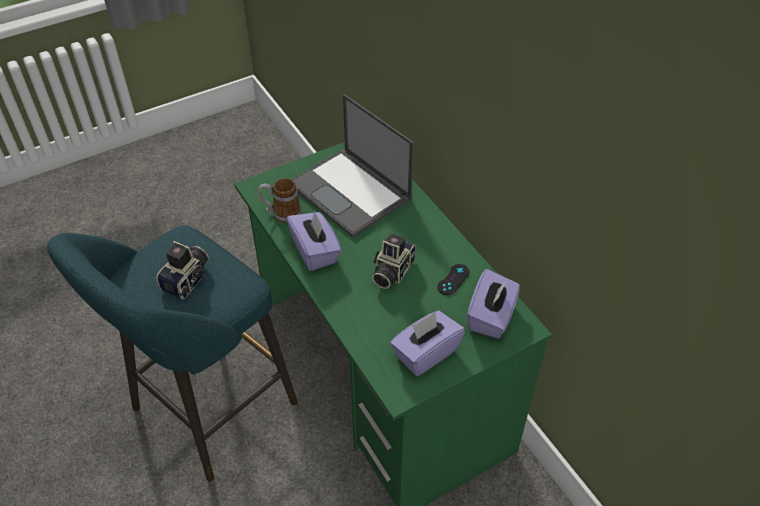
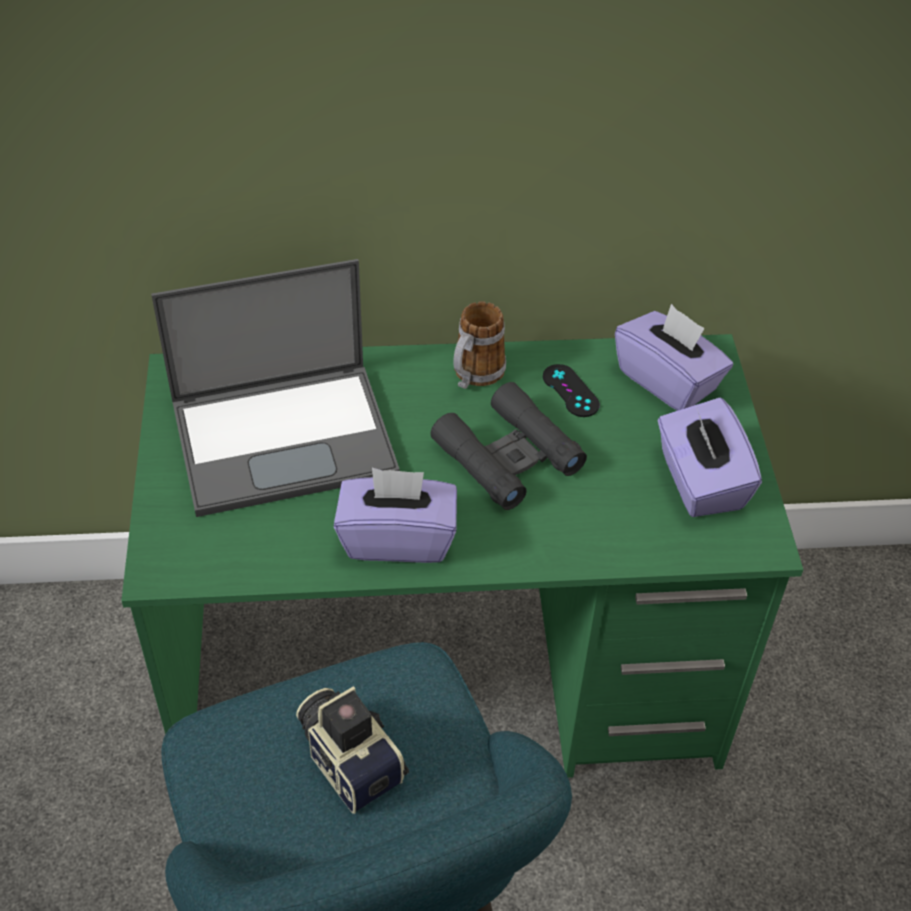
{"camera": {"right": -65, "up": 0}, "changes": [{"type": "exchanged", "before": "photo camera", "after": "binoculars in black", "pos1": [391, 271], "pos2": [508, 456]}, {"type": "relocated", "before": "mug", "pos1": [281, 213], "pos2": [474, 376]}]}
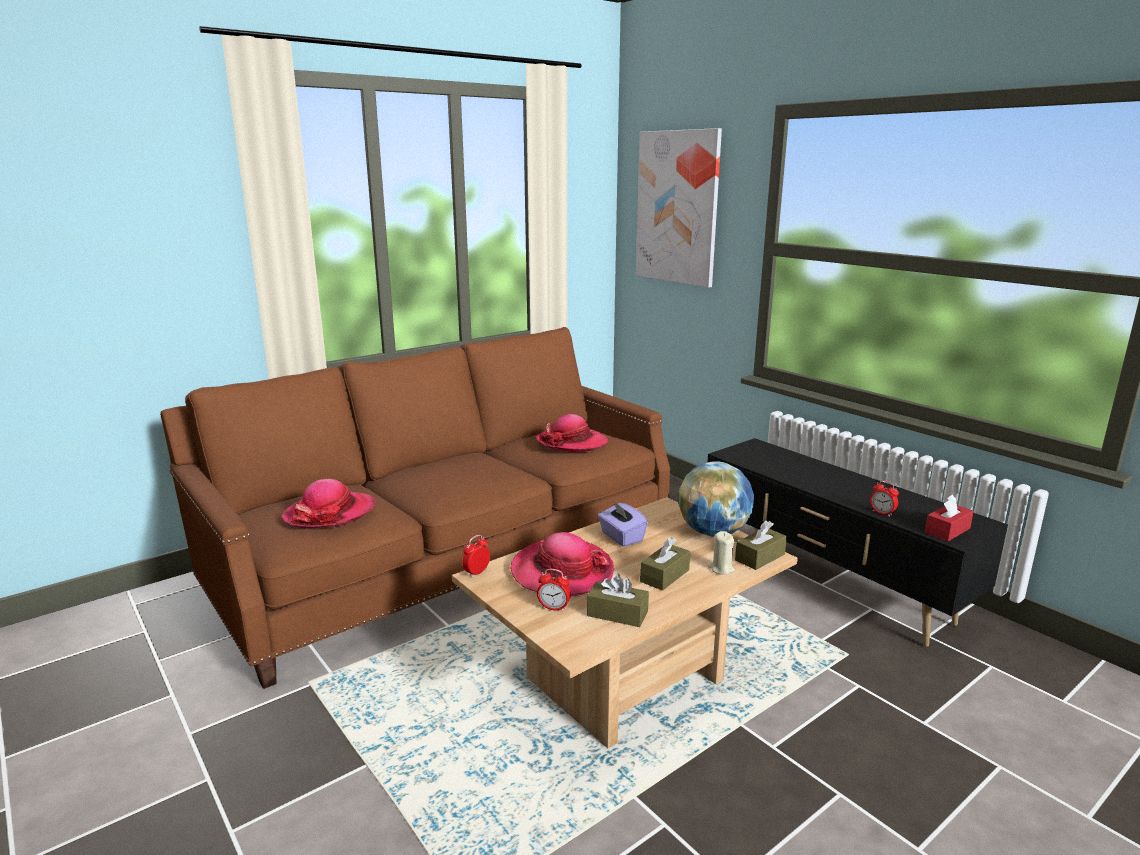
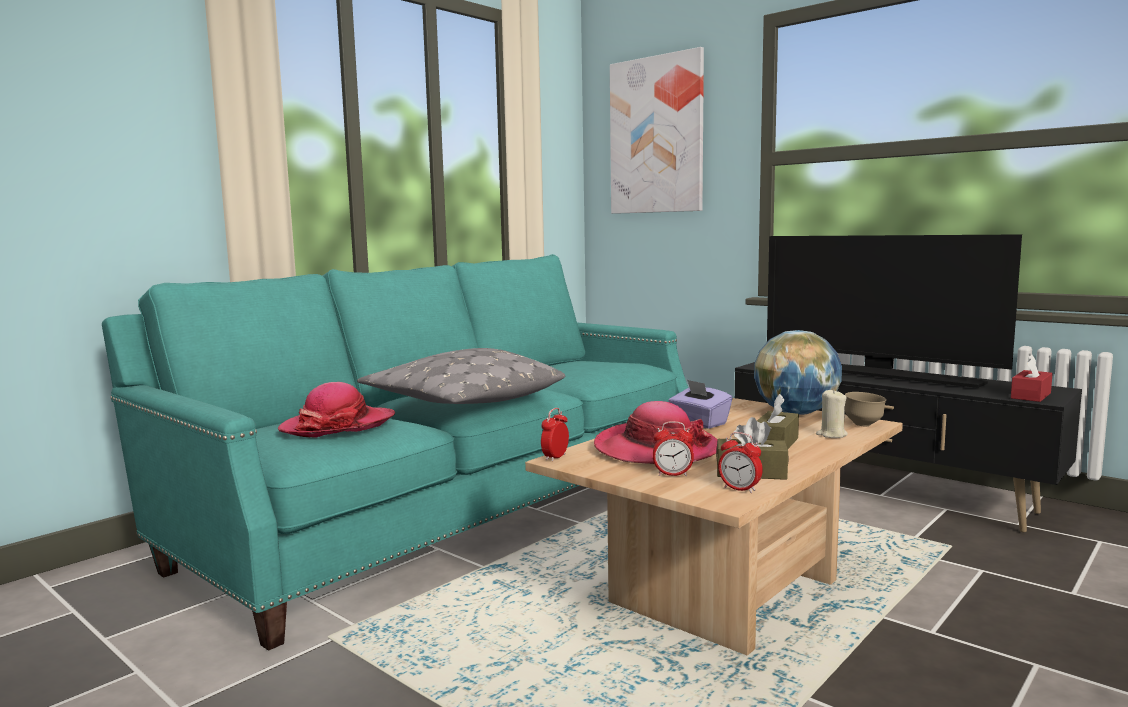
{"camera": {"right": -10, "up": -10}, "changes": [{"type": "colour", "before": "sofa in brown", "after": "sofa in turquoise", "pos1": [448, 558], "pos2": [452, 510]}, {"type": "appeared", "after": "pillow in grey", "pos2": [461, 403]}, {"type": "relocated", "before": "alarm clock", "pos1": [882, 513], "pos2": [740, 489]}, {"type": "appeared", "after": "television", "pos2": [879, 375]}, {"type": "exchanged", "before": "tissue box in brown", "after": "bowl in brown", "pos1": [760, 557], "pos2": [864, 425]}, {"type": "missing", "before": "hat", "pos1": [572, 443]}]}
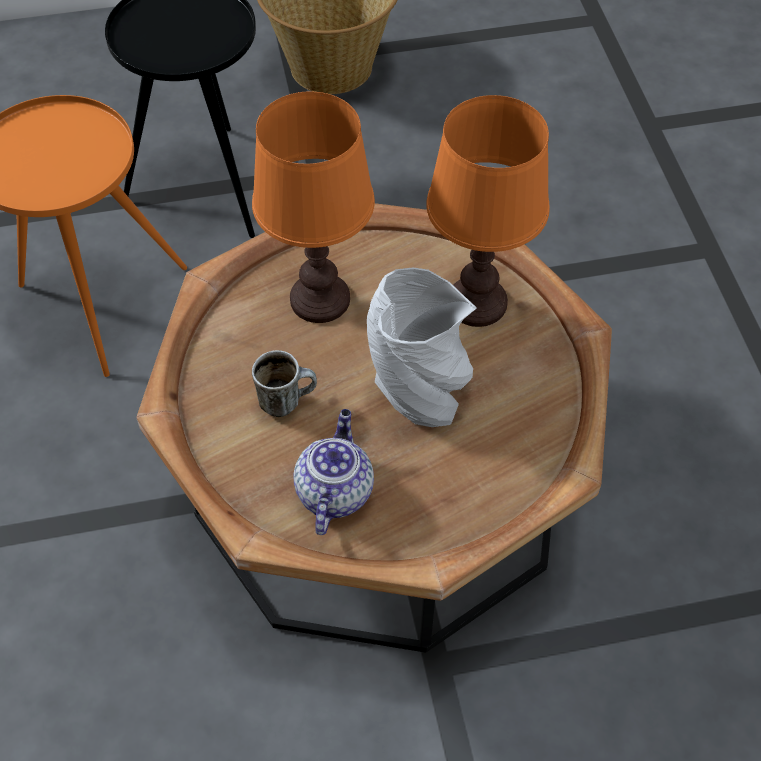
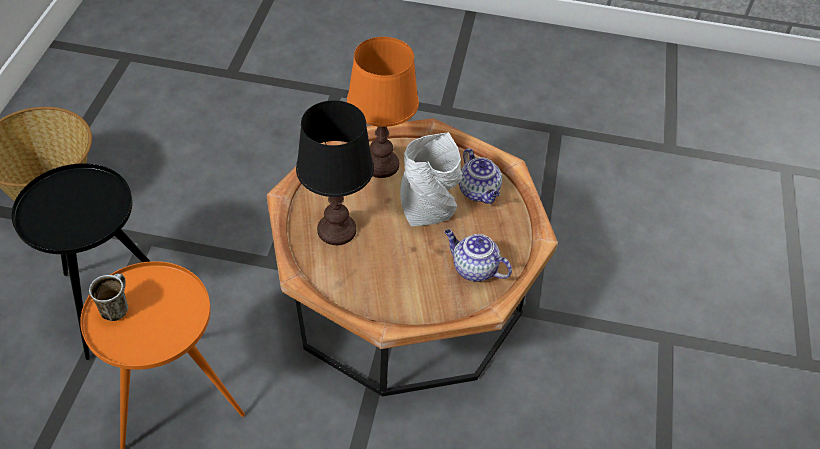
{"camera": {"right": -70, "up": -5}, "changes": [{"type": "relocated", "before": "mug", "pos1": [287, 400], "pos2": [116, 307]}, {"type": "colour", "before": "table lamp in orange", "after": "table lamp in black", "pos1": [321, 299], "pos2": [337, 229]}, {"type": "appeared", "after": "teapot", "pos2": [479, 192]}]}
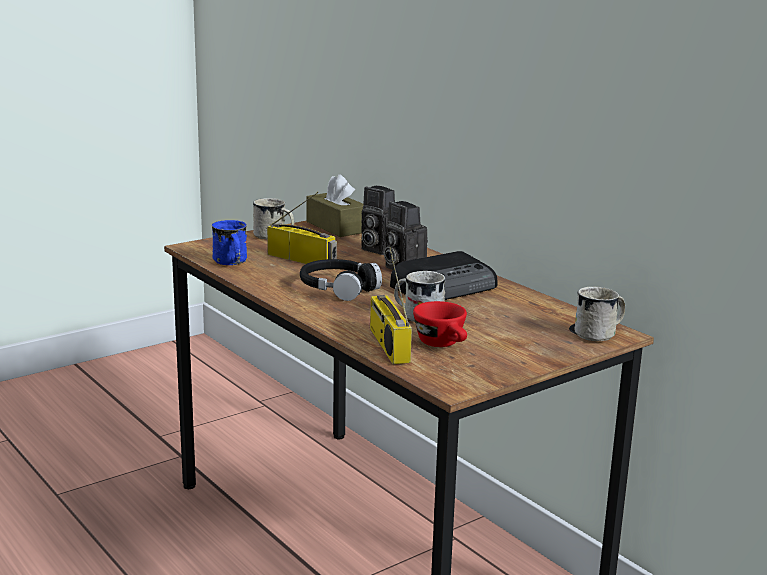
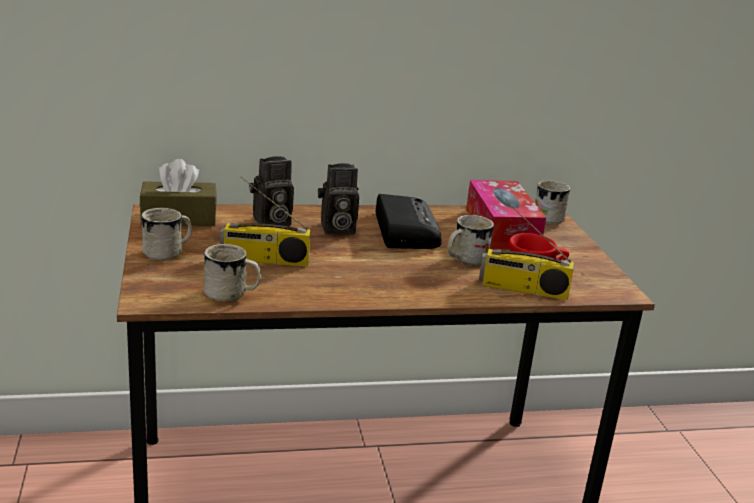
{"camera": {"right": -65, "up": 5}, "changes": [{"type": "colour", "before": "mug in blue", "after": "mug in white", "pos1": [231, 262], "pos2": [232, 294]}, {"type": "spun", "before": "radio", "pos1": [303, 260], "pos2": [264, 260], "turn": -150}, {"type": "appeared", "after": "tissue box", "pos2": [501, 229]}, {"type": "missing", "before": "headphones in black", "pos1": [338, 288]}]}
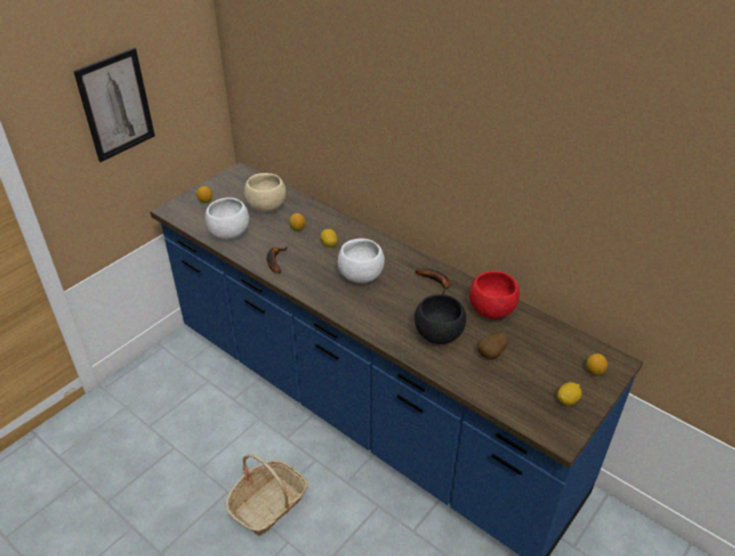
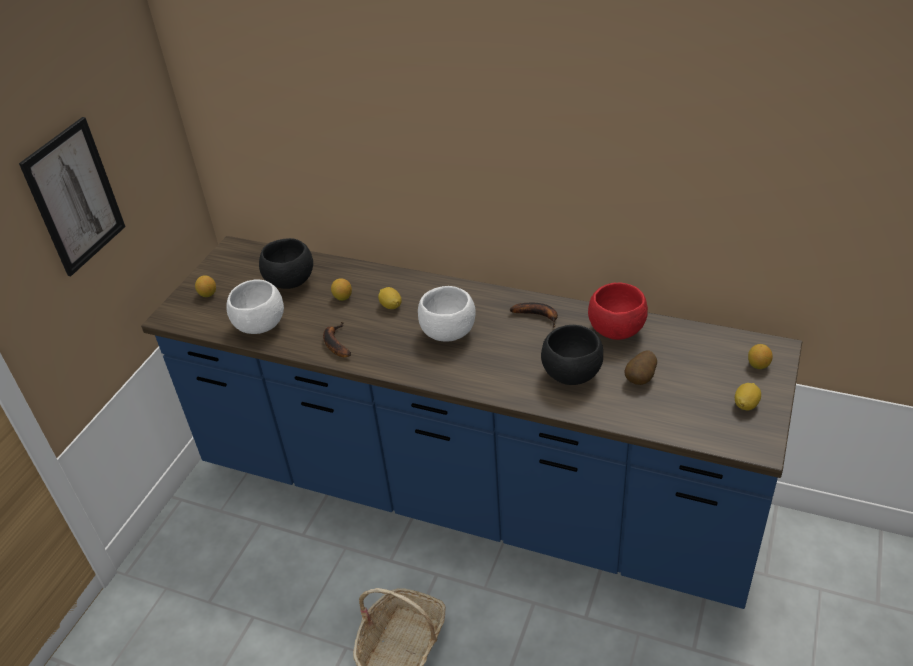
{"camera": {"right": -15, "up": 0}, "changes": [{"type": "colour", "before": "bowl in beige", "after": "bowl in black", "pos1": [267, 207], "pos2": [291, 282]}]}
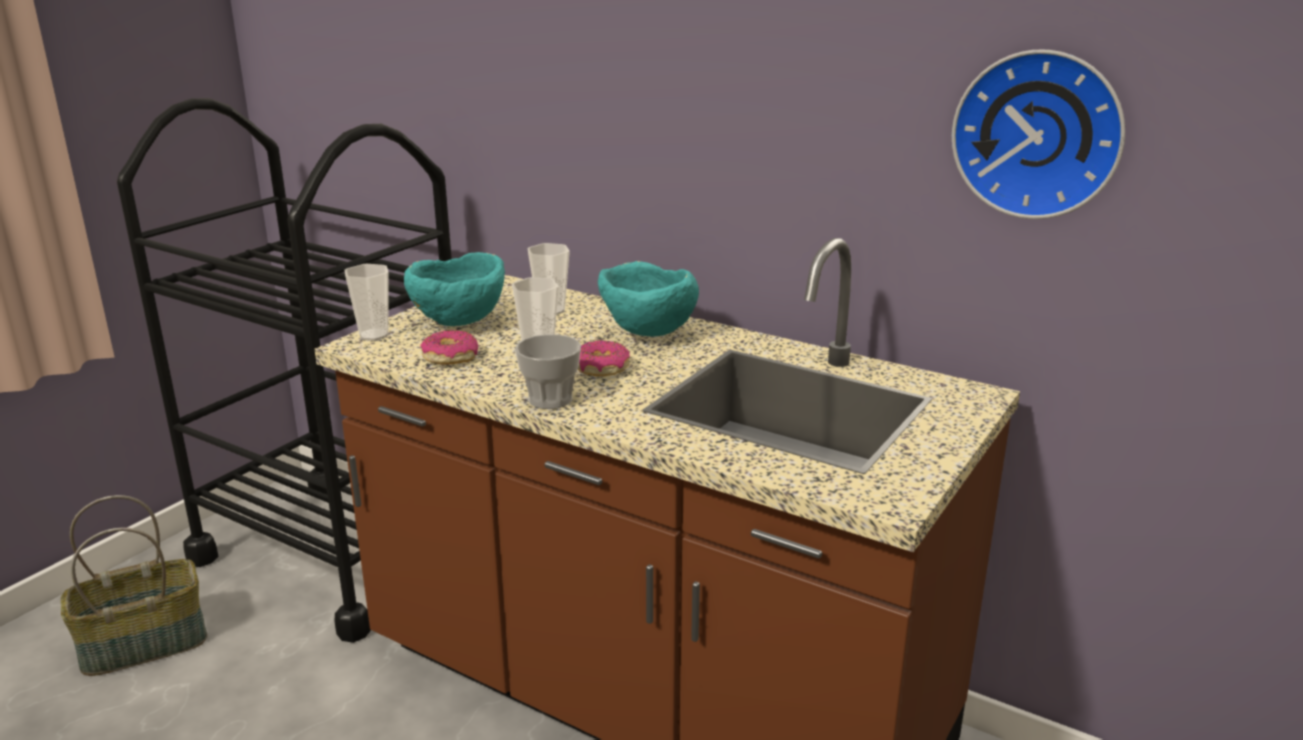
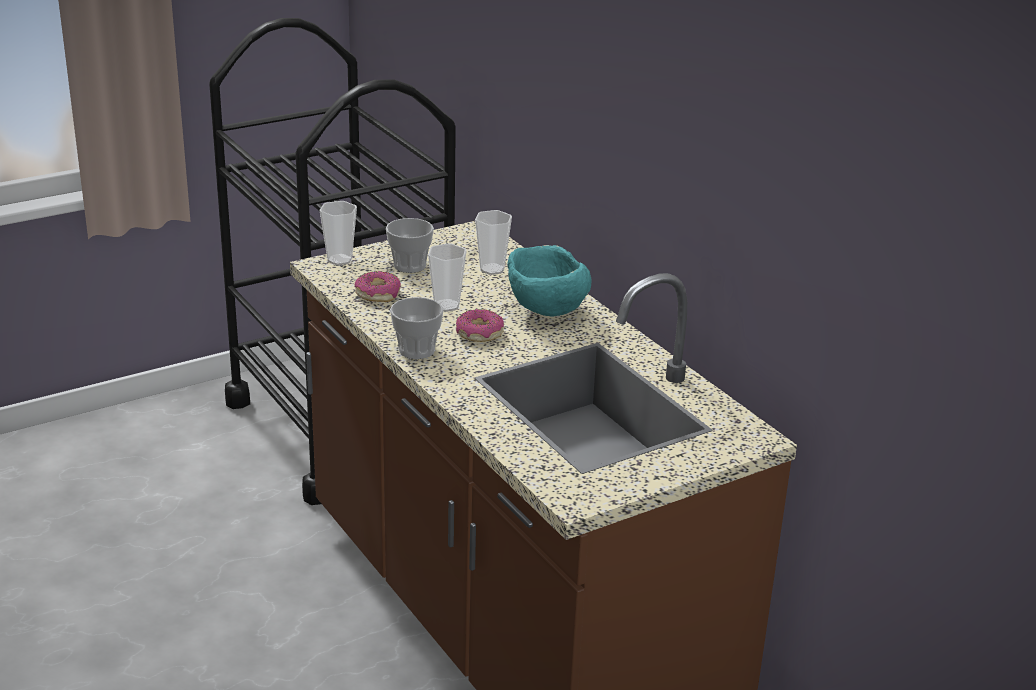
{"camera": {"right": 25, "up": 5}, "changes": [{"type": "exchanged", "before": "bowl in turquoise", "after": "cup", "pos1": [459, 325], "pos2": [409, 266]}, {"type": "missing", "before": "basket", "pos1": [145, 643]}, {"type": "missing", "before": "wall clock", "pos1": [1038, 134]}]}
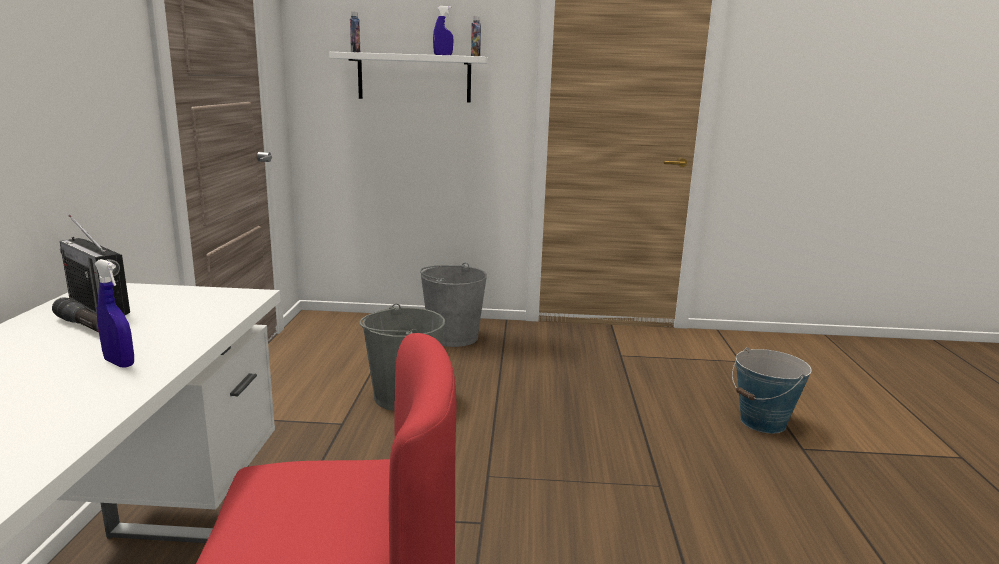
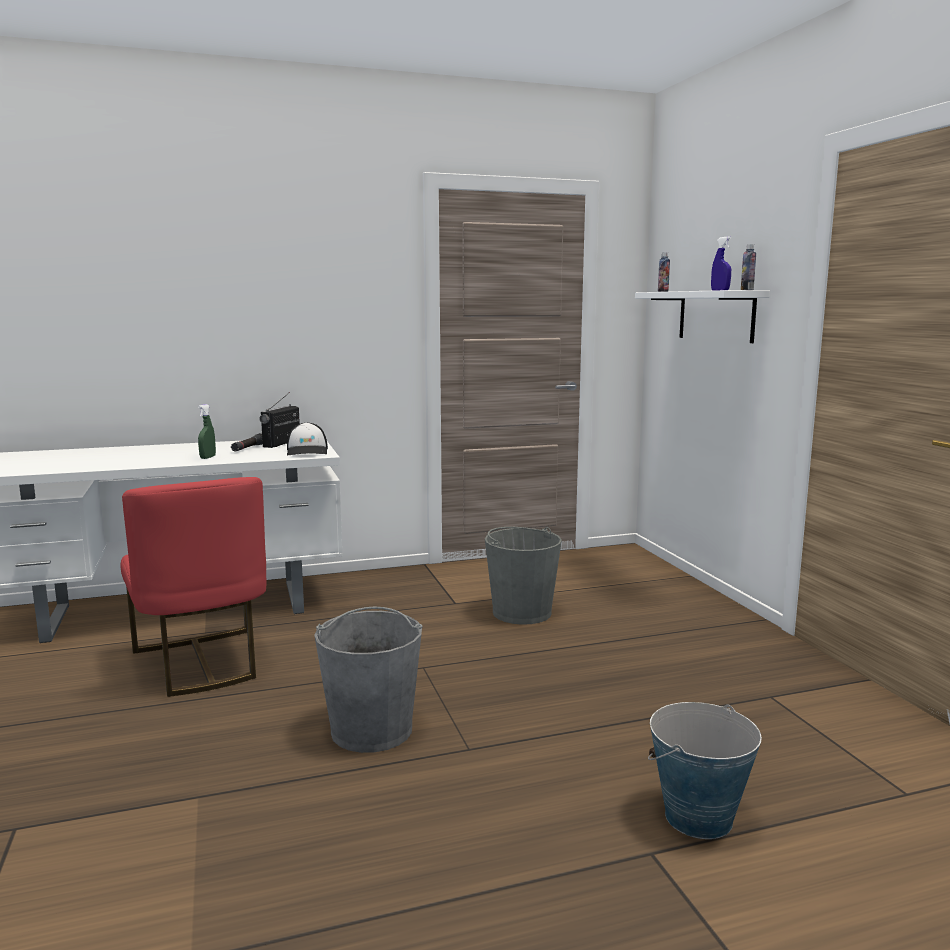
{"camera": {"right": 70, "up": -5}, "changes": [{"type": "colour", "before": "spray bottle in blue", "after": "spray bottle in green", "pos1": [119, 363], "pos2": [208, 457]}, {"type": "appeared", "after": "cap", "pos2": [307, 451]}, {"type": "relocated", "before": "bucket in grey", "pos1": [452, 337], "pos2": [372, 729]}]}
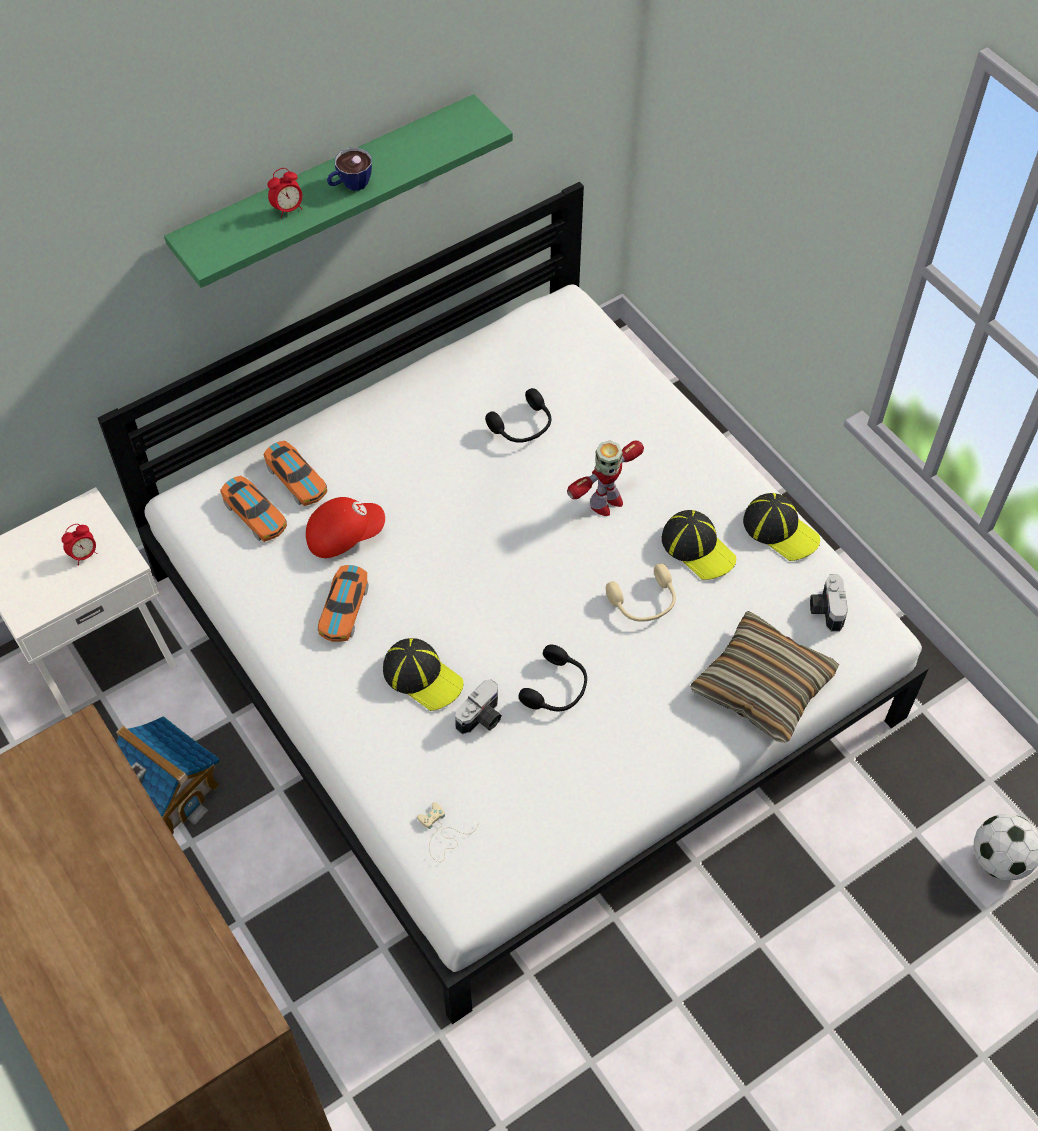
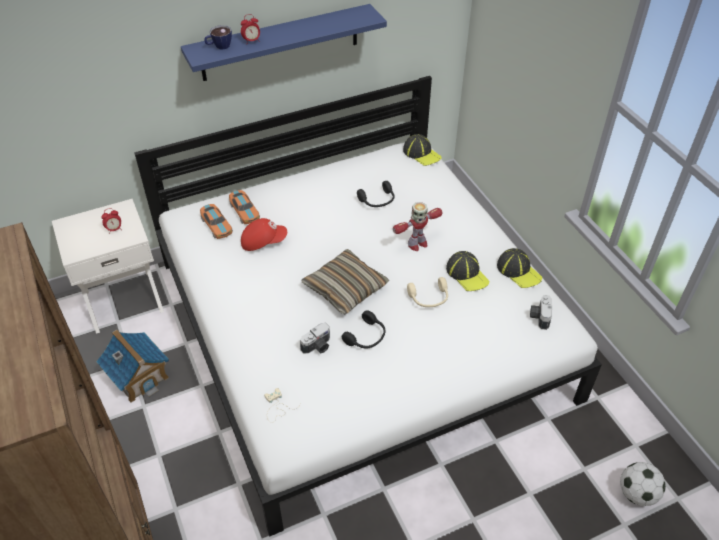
{"camera": {"right": 10, "up": -10}, "changes": [{"type": "colour", "before": "shelf in green", "after": "shelf in blue", "pos1": [328, 190], "pos2": [280, 43]}, {"type": "relocated", "before": "cup", "pos1": [350, 184], "pos2": [219, 46]}, {"type": "relocated", "before": "pillow", "pos1": [763, 686], "pos2": [345, 288]}, {"type": "relocated", "before": "cap", "pos1": [422, 676], "pos2": [421, 153]}, {"type": "missing", "before": "toy car", "pos1": [344, 609]}]}
